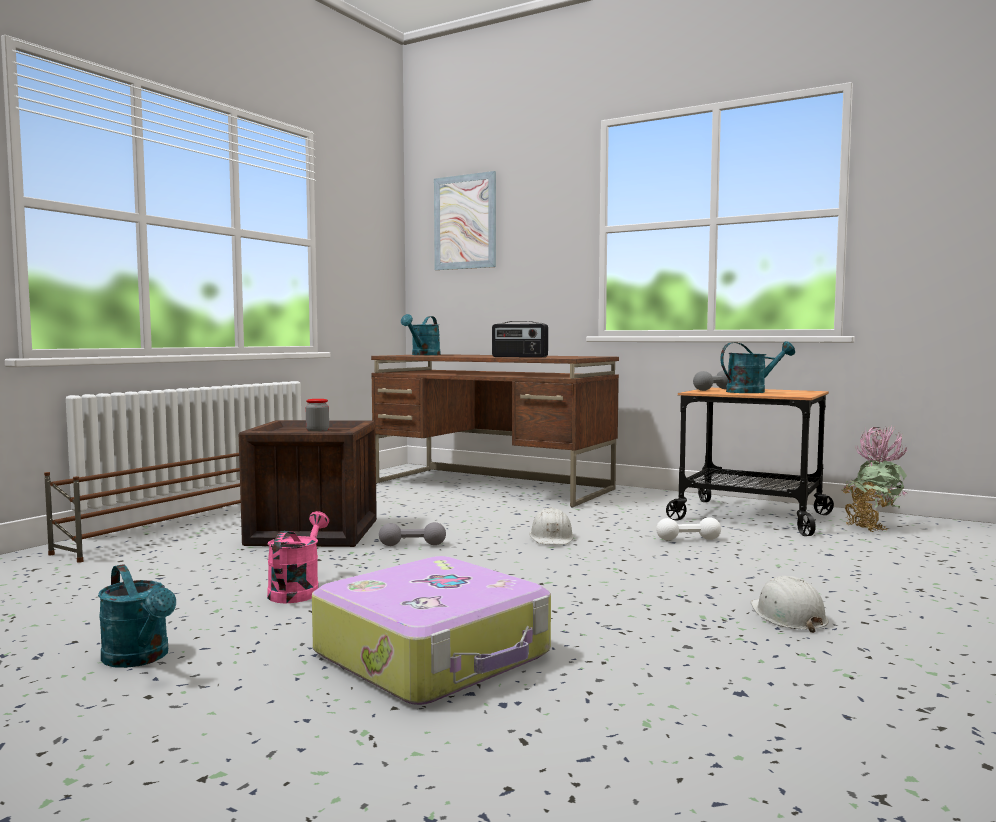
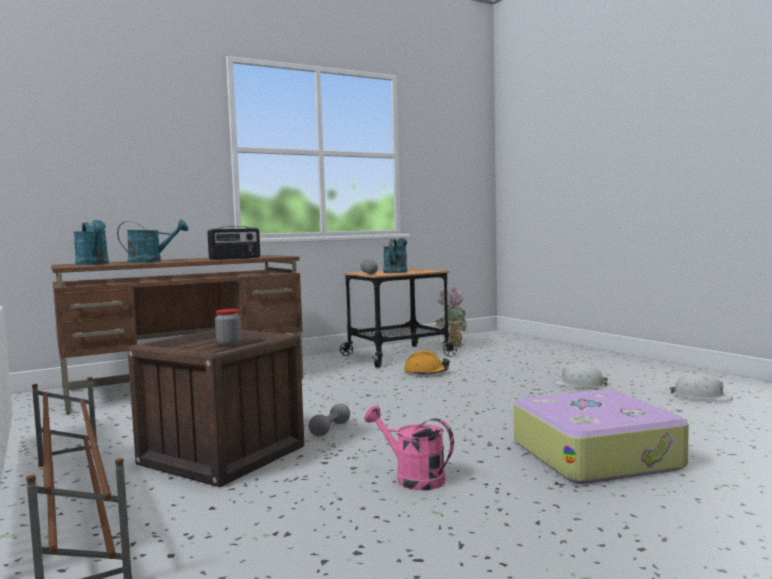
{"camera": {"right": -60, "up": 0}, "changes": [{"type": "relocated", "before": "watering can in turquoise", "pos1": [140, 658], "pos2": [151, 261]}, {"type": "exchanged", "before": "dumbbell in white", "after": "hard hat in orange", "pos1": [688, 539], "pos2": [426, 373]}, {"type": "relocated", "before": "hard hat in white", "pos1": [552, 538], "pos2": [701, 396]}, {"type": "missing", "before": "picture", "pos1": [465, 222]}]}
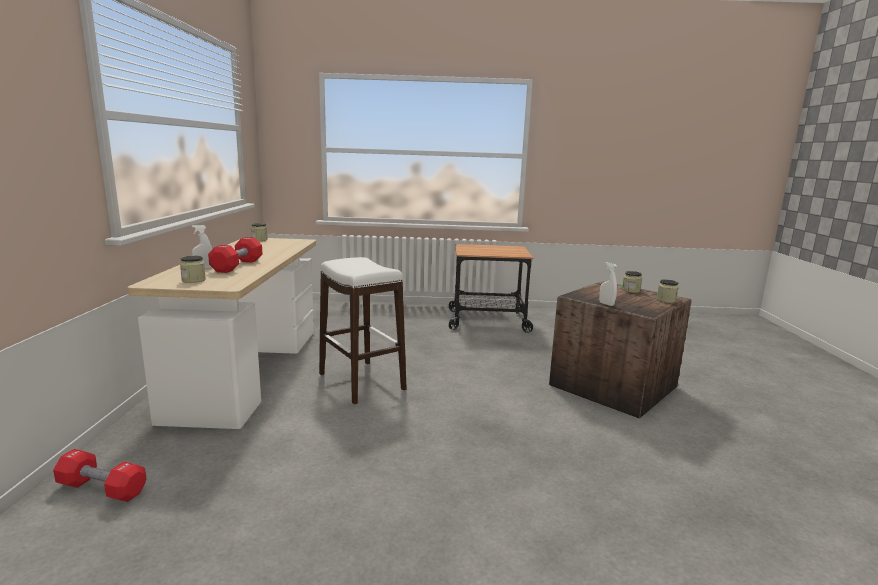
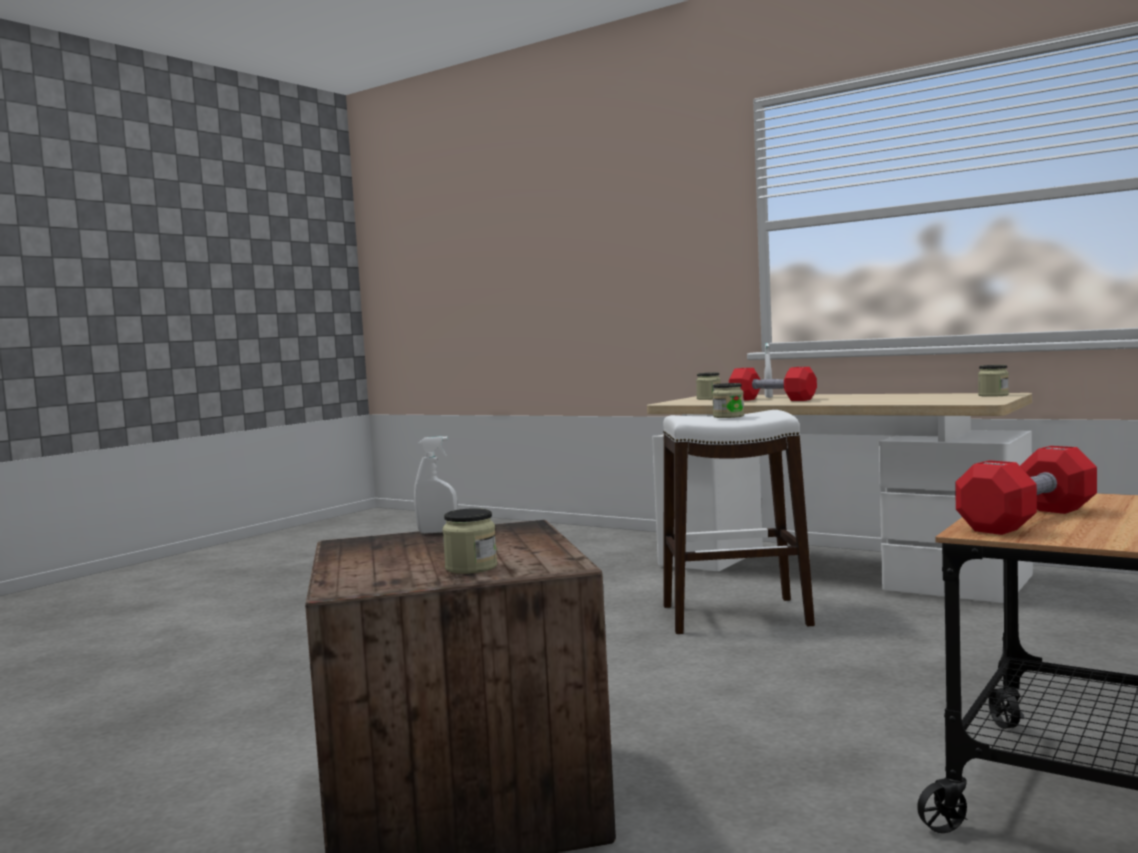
{"camera": {"right": 125, "up": -10}, "changes": [{"type": "relocated", "before": "jar", "pos1": [666, 300], "pos2": [728, 416]}, {"type": "relocated", "before": "dumbbell in red", "pos1": [102, 489], "pos2": [1028, 520]}]}
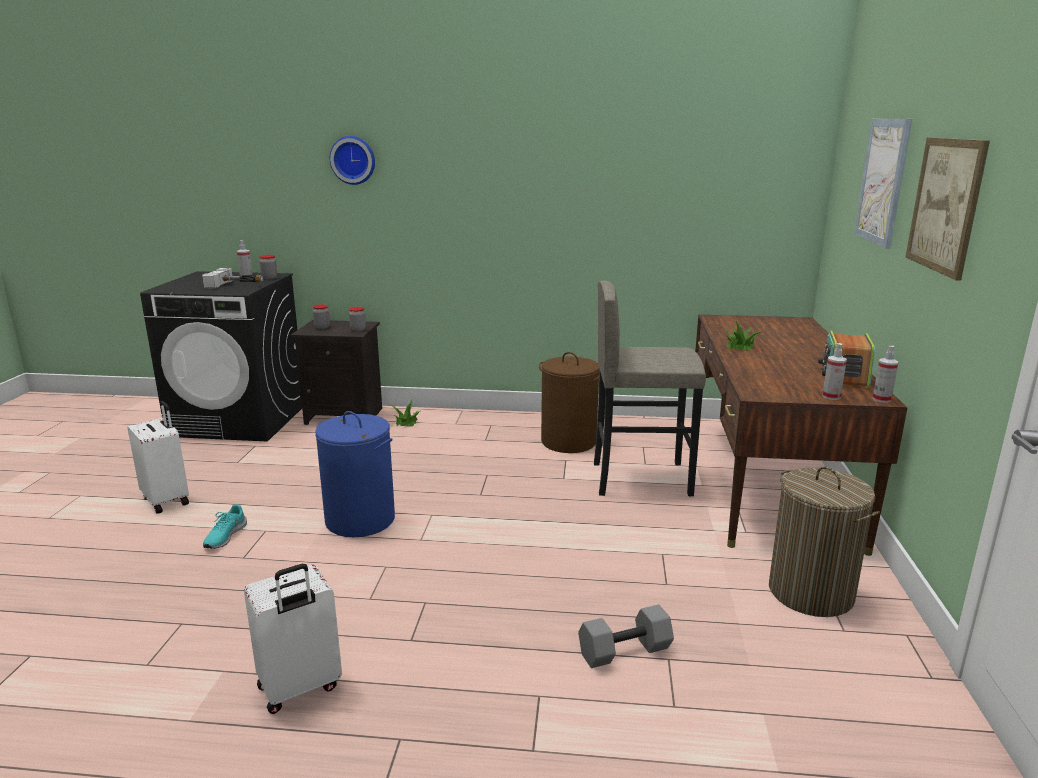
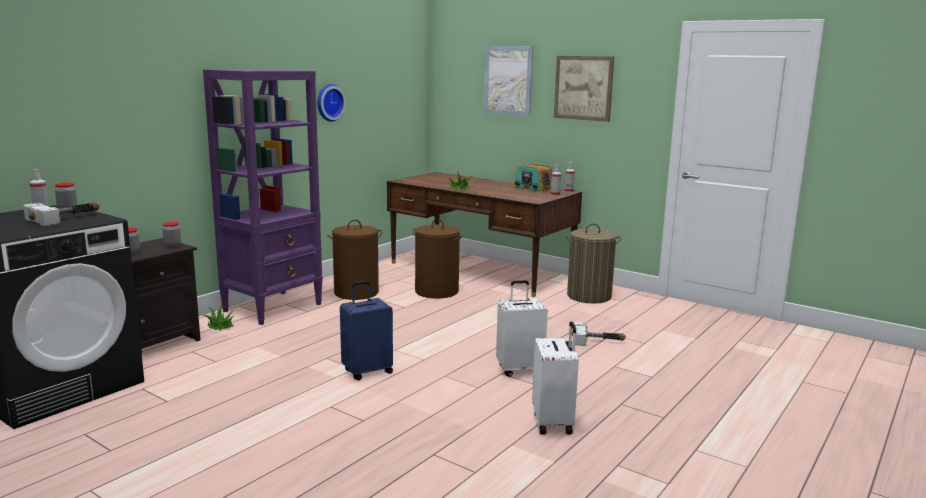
{"camera": {"right": -60, "up": -5}, "changes": [{"type": "appeared", "after": "bookcase in purple", "pos2": [274, 307]}, {"type": "relocated", "before": "wall clock", "pos1": [353, 160], "pos2": [329, 102]}, {"type": "exchanged", "before": "laundry basket in blue", "after": "suitcase in blue", "pos1": [360, 520], "pos2": [367, 371]}, {"type": "exchanged", "before": "stool in grey", "after": "laundry basket in brown", "pos1": [640, 478], "pos2": [436, 291]}, {"type": "relocated", "before": "suitcase in white", "pos1": [167, 500], "pos2": [520, 369]}, {"type": "exchanged", "before": "dumbbell in grey", "after": "hammer", "pos1": [624, 652], "pos2": [598, 341]}, {"type": "missing", "before": "shoe in turquoise", "pos1": [224, 536]}]}
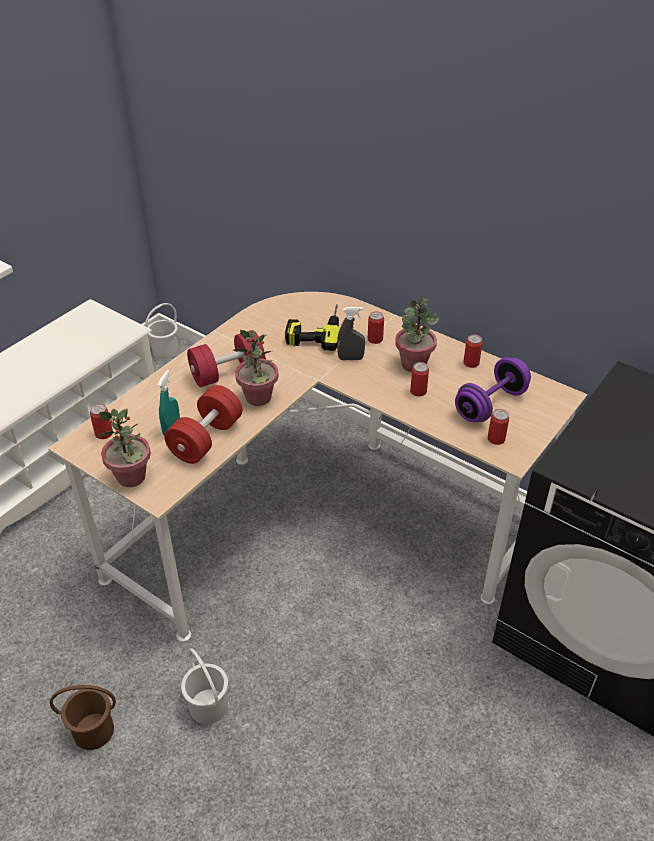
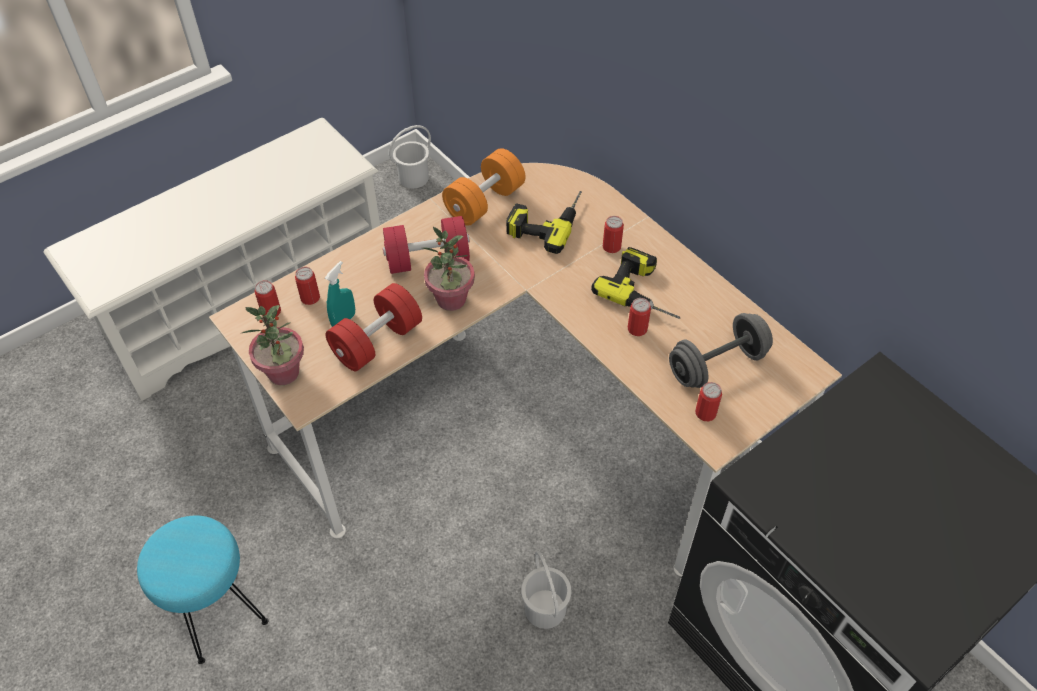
{"camera": {"right": 15, "up": 10}, "changes": [{"type": "exchanged", "before": "bucket in brown", "after": "stool in turquoise", "pos1": [93, 730], "pos2": [220, 613]}, {"type": "relocated", "before": "can", "pos1": [471, 363], "pos2": [310, 298]}, {"type": "appeared", "after": "dumbbell in orange", "pos2": [484, 202]}, {"type": "relocated", "before": "bucket in white", "pos1": [208, 706], "pos2": [544, 609]}, {"type": "exchanged", "before": "potted plant", "after": "power drill", "pos1": [413, 364], "pos2": [645, 290]}, {"type": "colour", "before": "dumbbell in purple", "after": "dumbbell in grey", "pos1": [490, 404], "pos2": [716, 365]}, {"type": "missing", "before": "spray bottle in grey", "pos1": [350, 358]}]}
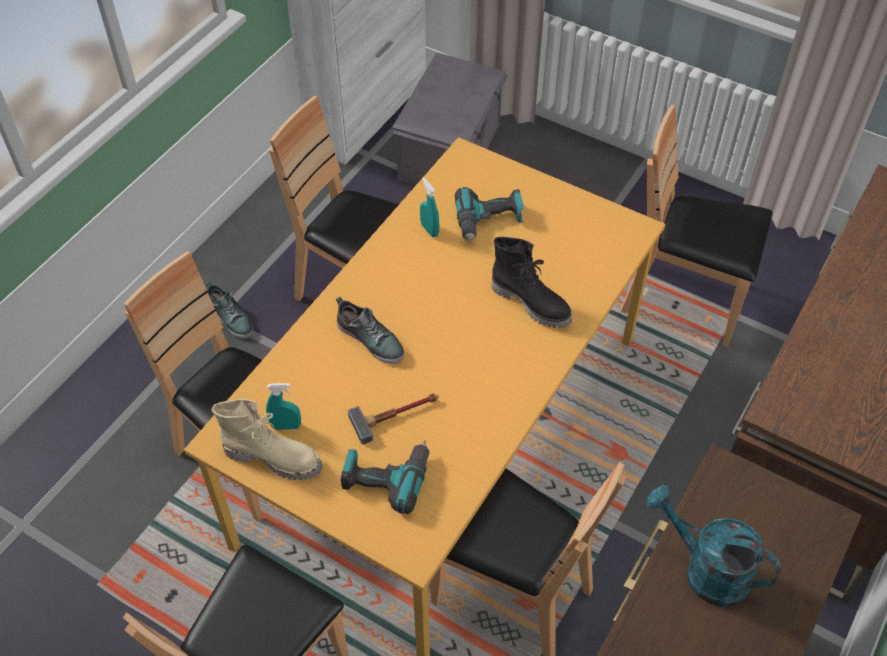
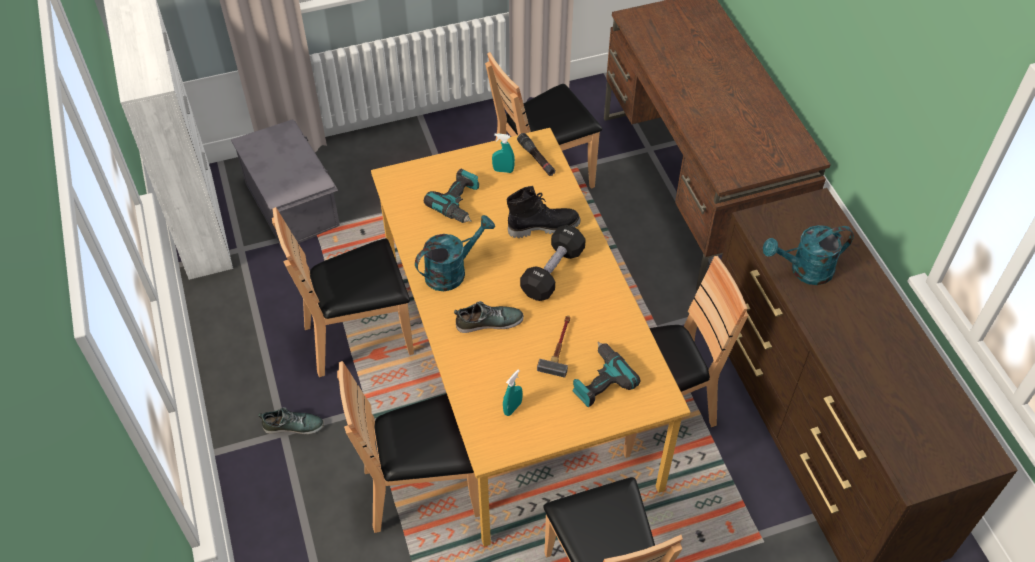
{"camera": {"right": -50, "up": 0}, "changes": [{"type": "appeared", "after": "watering can in turquoise", "pos2": [452, 271]}, {"type": "relocated", "before": "spray bottle in turquoise", "pos1": [429, 230], "pos2": [503, 170]}, {"type": "appeared", "after": "flashlight in black", "pos2": [536, 158]}, {"type": "appeared", "after": "dumbbell in black", "pos2": [552, 272]}, {"type": "missing", "before": "boot in beige", "pos1": [274, 457]}]}
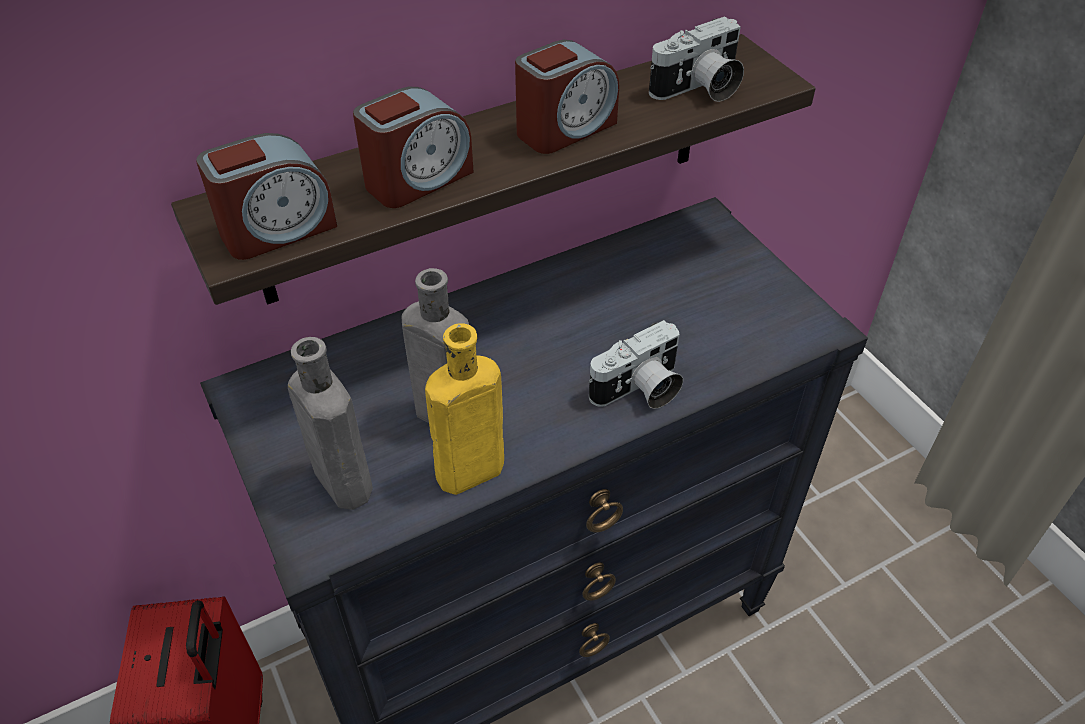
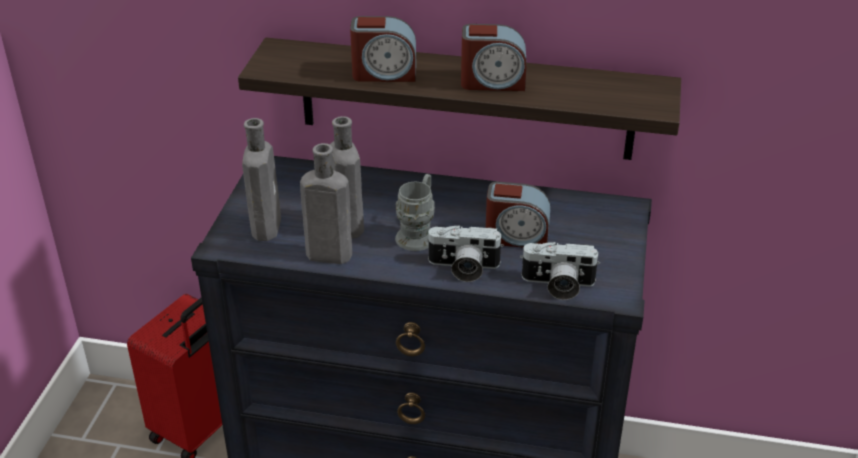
{"camera": {"right": 40, "up": -10}, "changes": [{"type": "colour", "before": "bottle in yellow", "after": "bottle in grey", "pos1": [465, 473], "pos2": [325, 255]}, {"type": "appeared", "after": "mug in grey", "pos2": [418, 233]}, {"type": "relocated", "before": "alarm clock", "pos1": [277, 229], "pos2": [516, 237]}, {"type": "relocated", "before": "photo camera", "pos1": [699, 89], "pos2": [557, 285]}]}
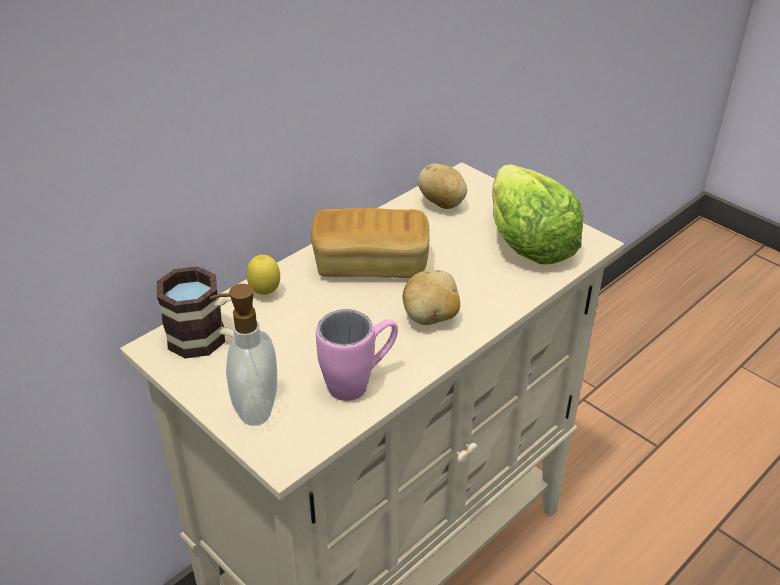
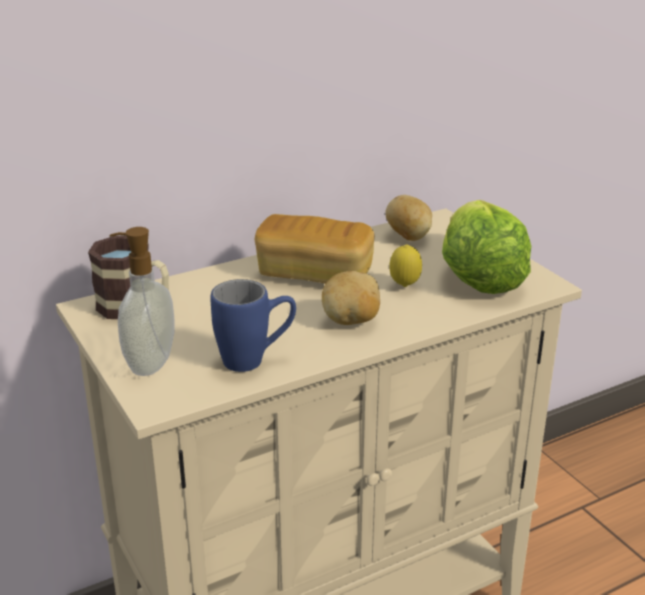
{"camera": {"right": 15, "up": -10}, "changes": [{"type": "colour", "before": "mug in pink", "after": "mug in blue", "pos1": [360, 382], "pos2": [256, 359]}, {"type": "relocated", "before": "lemon", "pos1": [265, 294], "pos2": [404, 286]}]}
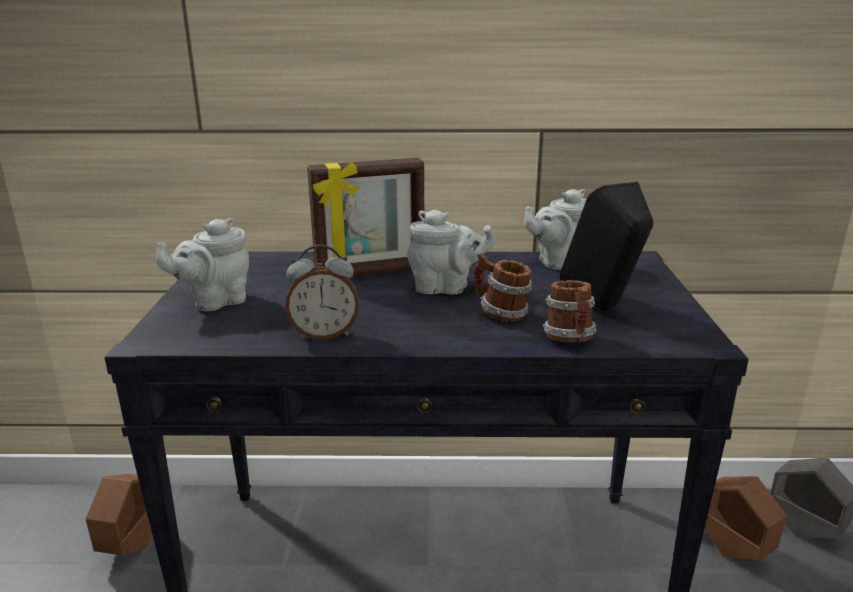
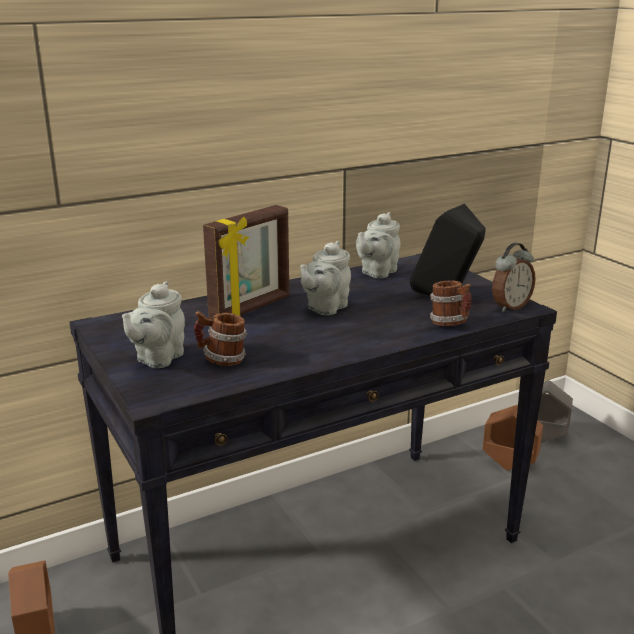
{"camera": {"right": -30, "up": 0}, "changes": [{"type": "relocated", "before": "mug", "pos1": [501, 314], "pos2": [222, 360]}, {"type": "spun", "before": "teapot in grey", "pos1": [446, 288], "pos2": [325, 308], "turn": 150}, {"type": "relocated", "before": "alarm clock", "pos1": [324, 334], "pos2": [510, 307]}]}
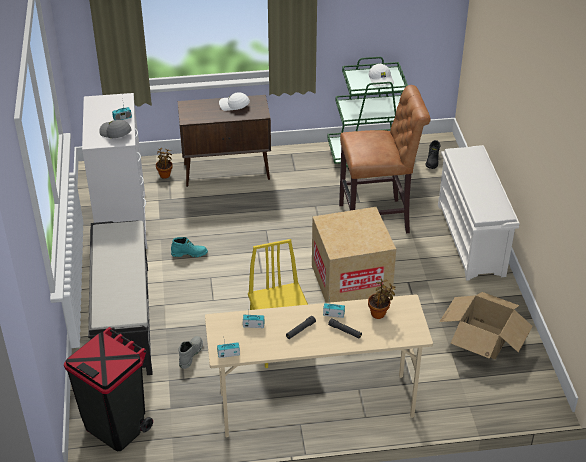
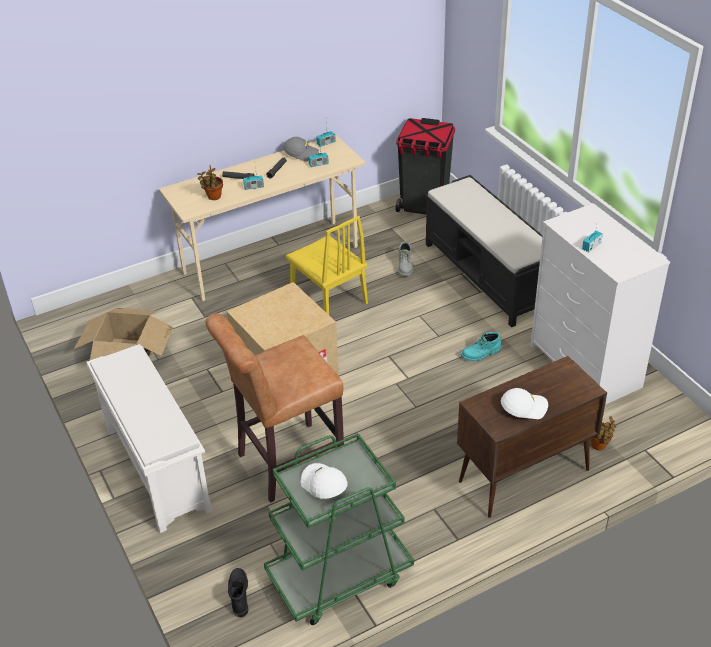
{"camera": {"right": 160, "up": 0}, "changes": [{"type": "relocated", "before": "cap in grey", "pos1": [115, 133], "pos2": [301, 153]}]}
